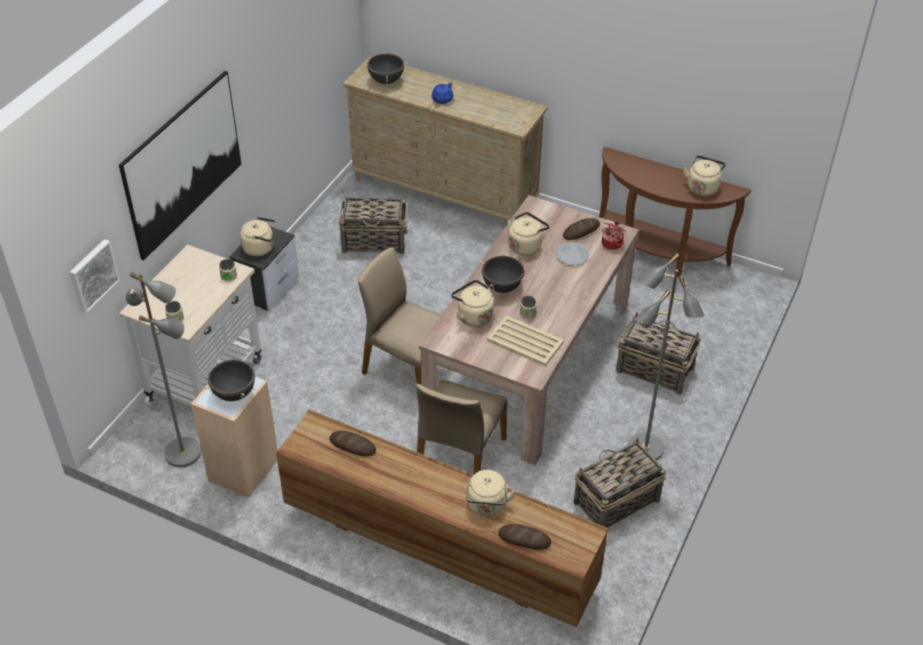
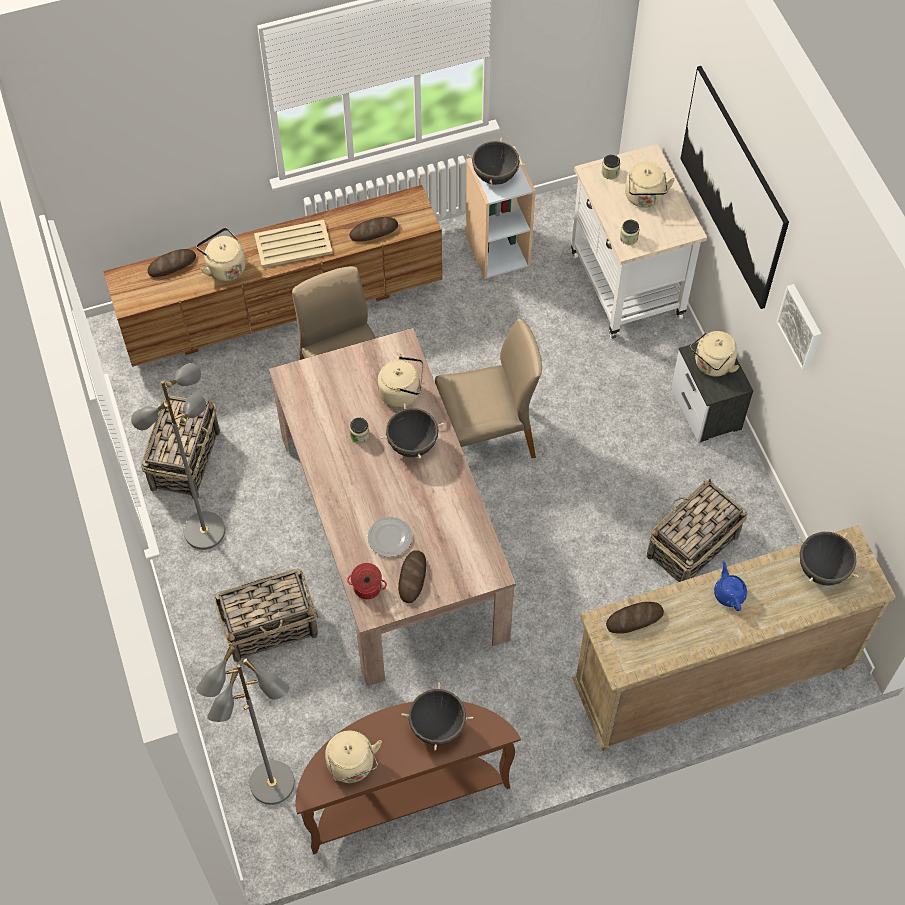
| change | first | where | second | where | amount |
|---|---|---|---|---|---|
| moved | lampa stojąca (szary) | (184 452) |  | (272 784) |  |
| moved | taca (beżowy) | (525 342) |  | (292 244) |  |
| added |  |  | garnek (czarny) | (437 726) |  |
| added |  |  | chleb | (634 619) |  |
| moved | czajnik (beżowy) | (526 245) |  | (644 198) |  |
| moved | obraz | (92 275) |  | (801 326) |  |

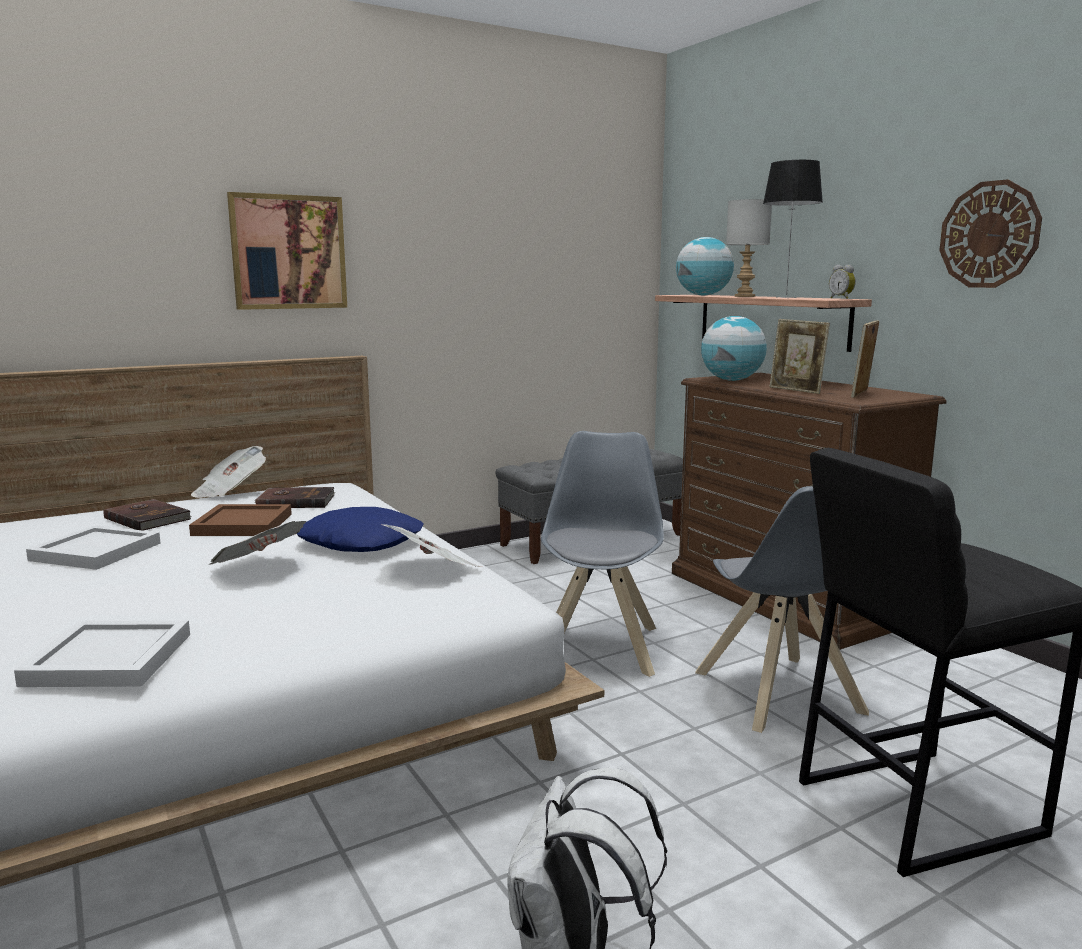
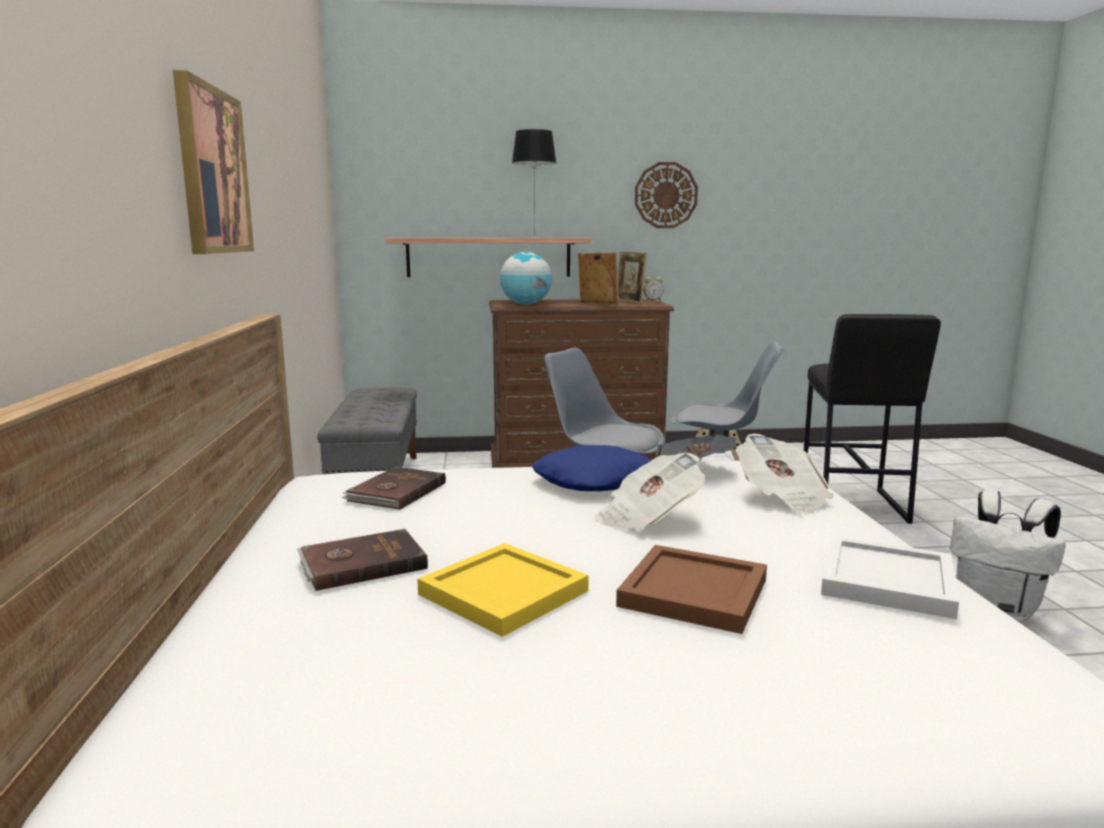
| change | first | where | second | where | amount |
|---|---|---|---|---|---|
| recoloured | taca (biały) | (96 552) | taca (żółty) | (506 592) |  |
| turned | ramka na zdjęcie | (796 390) |  | (597 304) | 135 degrees counterclockwise |
| moved | taca (brązowy) | (242 524) |  | (691 593) |  |
| moved | budzik | (842 298) |  | (652 301) |  |
| moved | gazeta | (230 491) |  | (782 498) |  |
| removed | globus | (703 295) |  |  |  |
| removed | lampa stołowa (szary) | (744 296) |  |  |  |

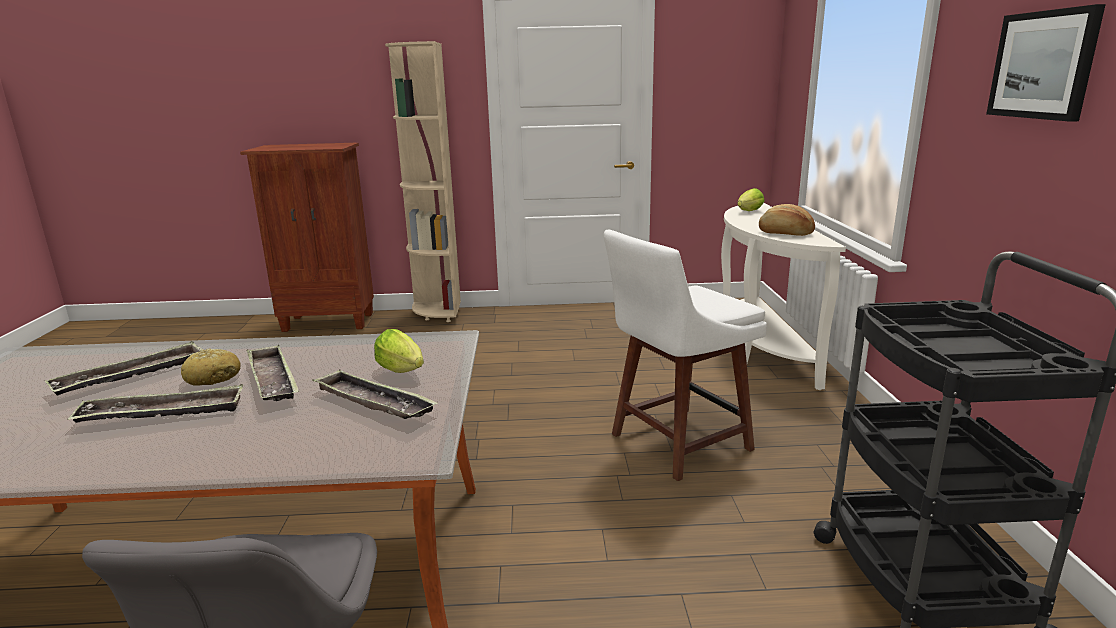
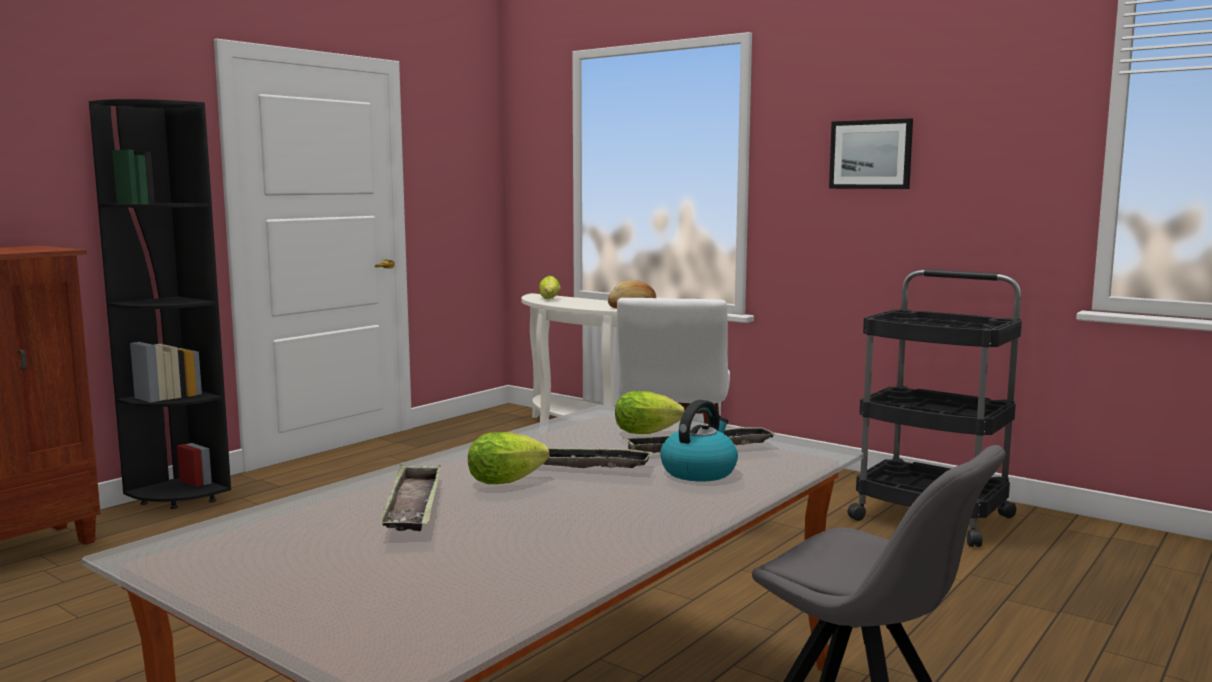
| change | first | where | second | where | amount |
|---|---|---|---|---|---|
| recoloured | regał (beżowy) | (437 316) | regał (czarny) | (179 501) |  |
| replaced | chleb | (213 377) | sałata | (510 481) |  |
| added |  |  | czajnik | (699 471) |  |
| removed | taca | (162 413) |  |  |  |

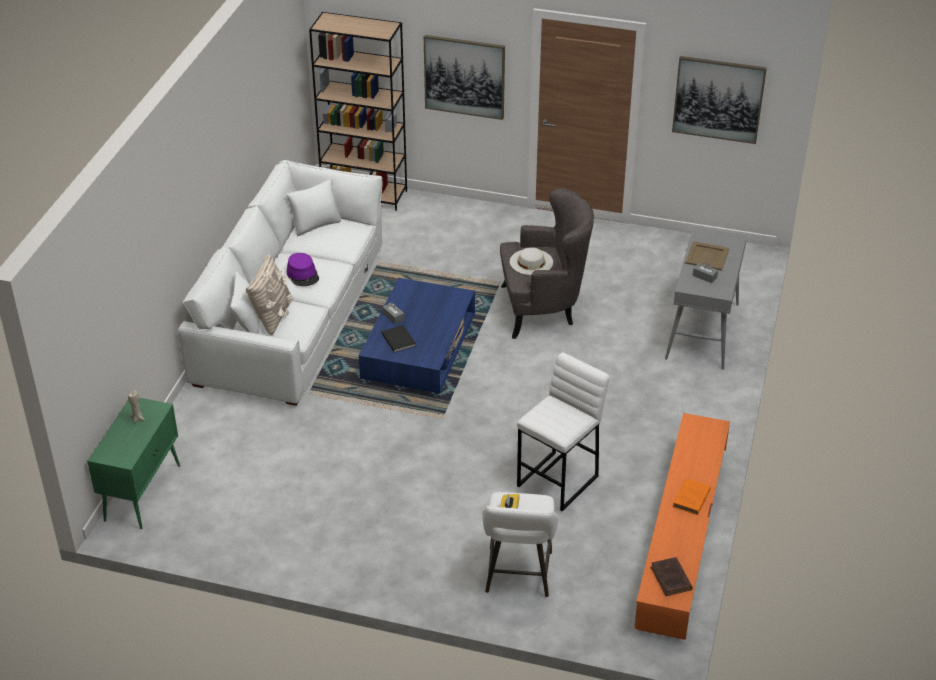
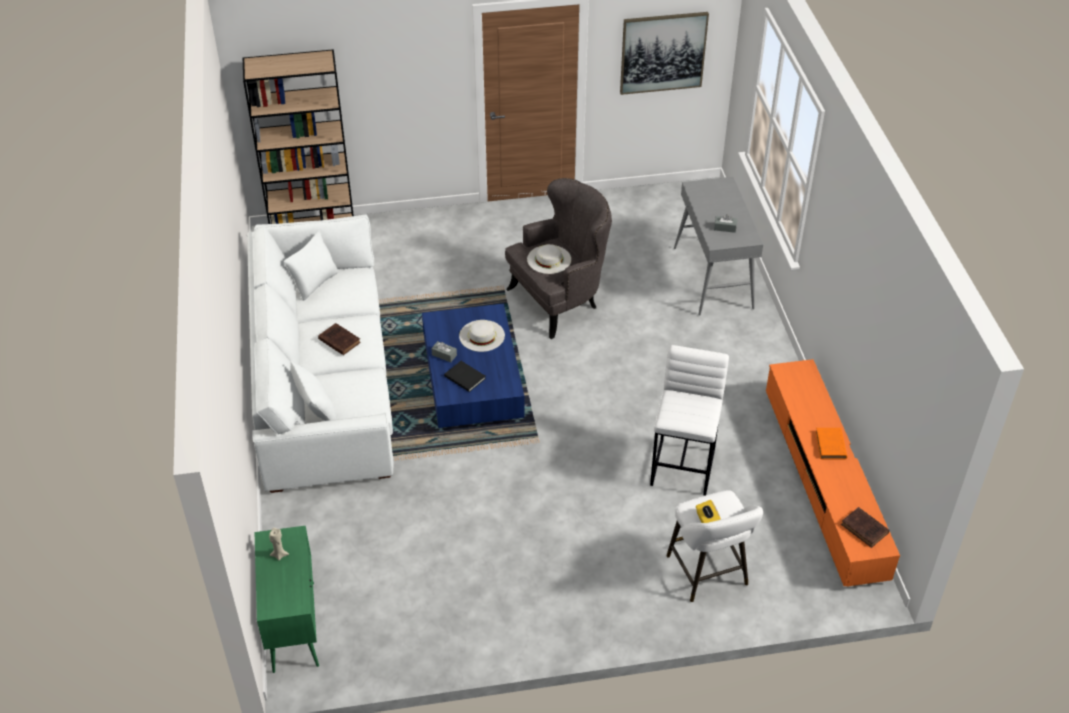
| change | first | where | second | where | amount |
|---|---|---|---|---|---|
| replaced | kapelusz (fioletowy) | (303 275) | książka (brązowy) | (338 340) |  |
| added |  |  | kapelusz (biały) | (482 335) |  |
| removed | poduszka (beżowy) | (273 317) |  |  |  |
| removed | obraz | (464 76) |  |  |  |
| removed | taca (beżowy) | (706 256) |  |  |  |

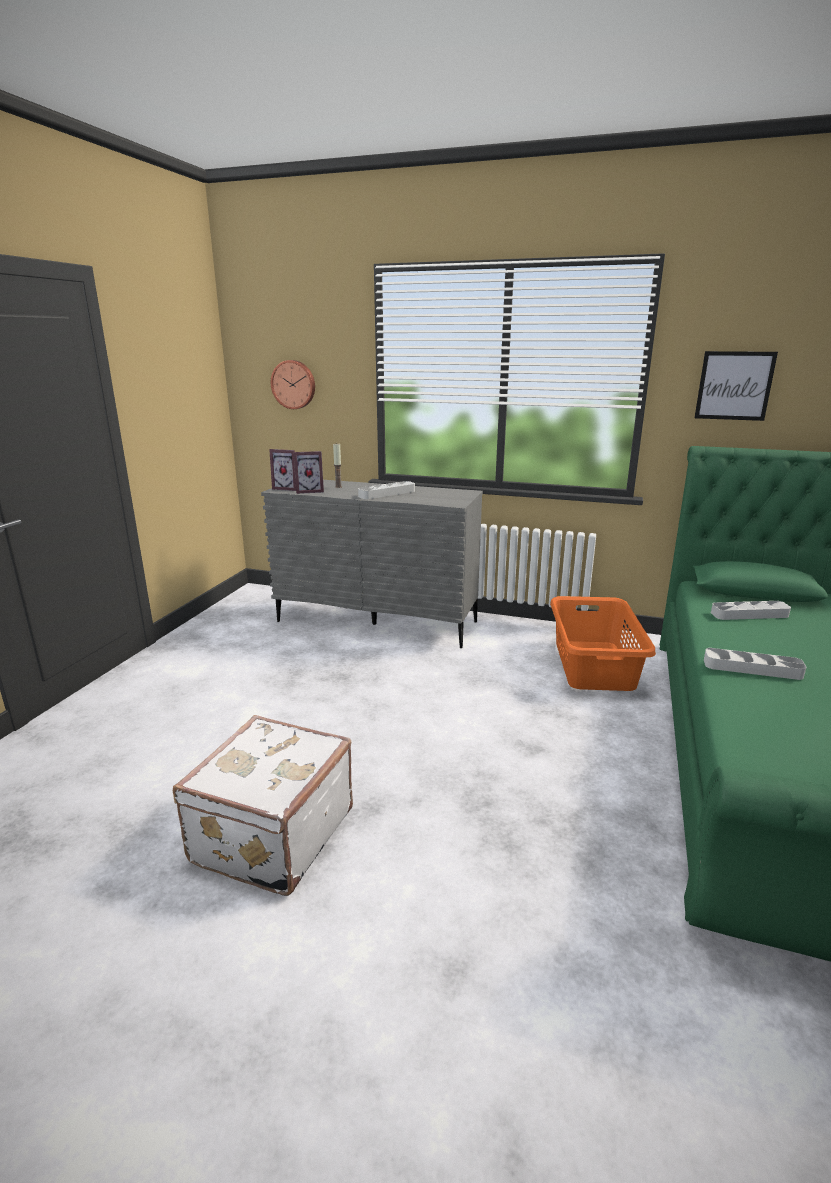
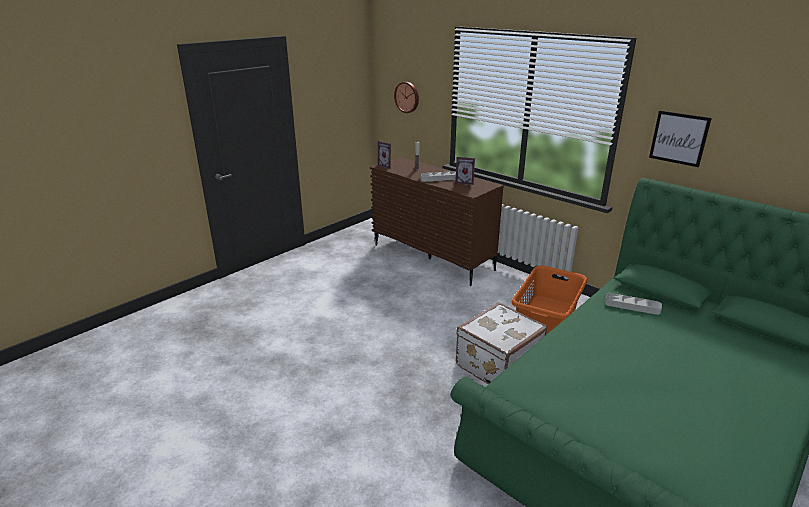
| change | first | where | second | where | amount |
|---|---|---|---|---|---|
| recoloured | komoda (szary) | (376 622) | komoda (brązowy) | (431 258) |  |
| moved | ramka na zdjęcie | (309 491) |  | (464 182) |  |
| moved | walizka (biały) | (271 835) |  | (496 364) |  |
| removed | taca (szary) | (752 668) |  |  |  |

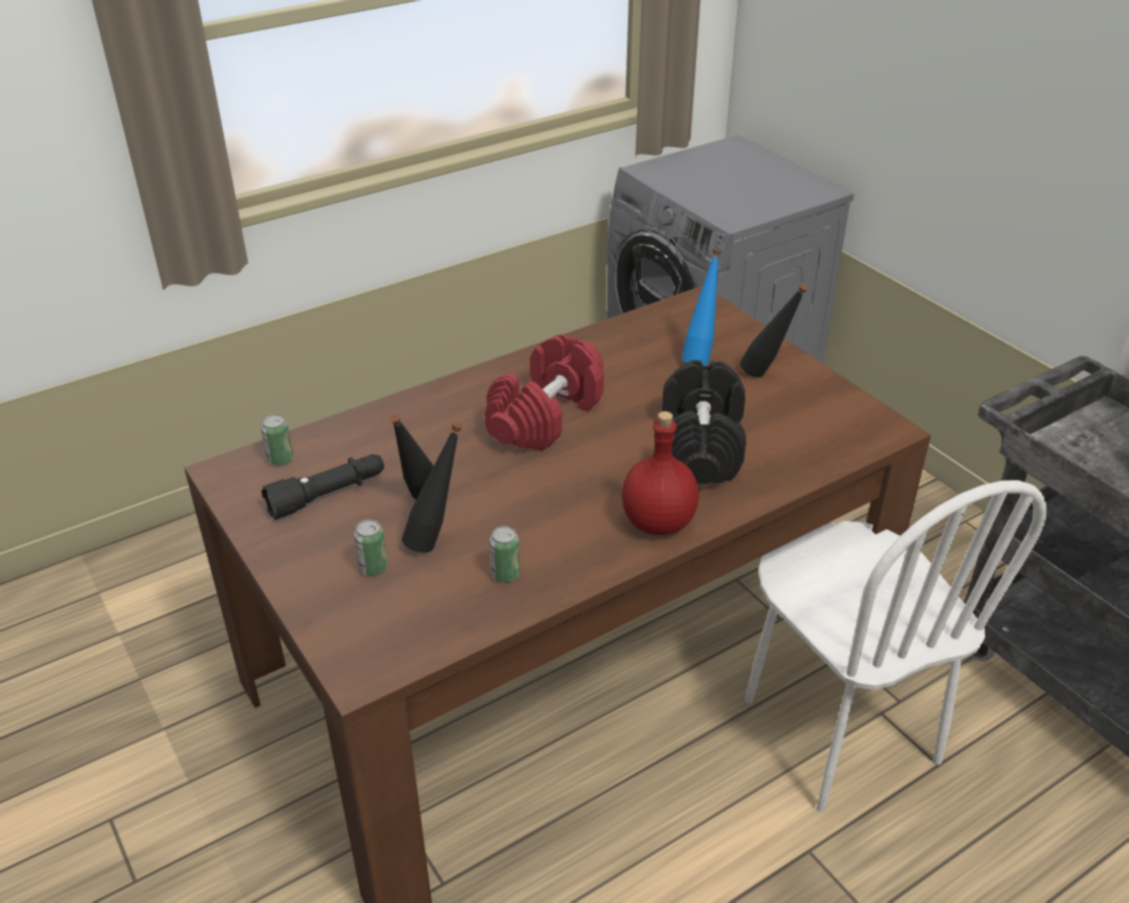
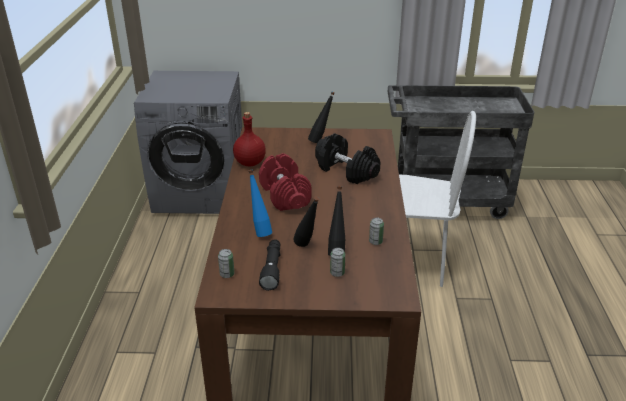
| change | first | where | second | where | amount |
|---|---|---|---|---|---|
| moved | butelka (czerwony) | (658 521) |  | (249 162) |  |
| moved | butelka (niebieski) | (700 357) |  | (260 231) |  |

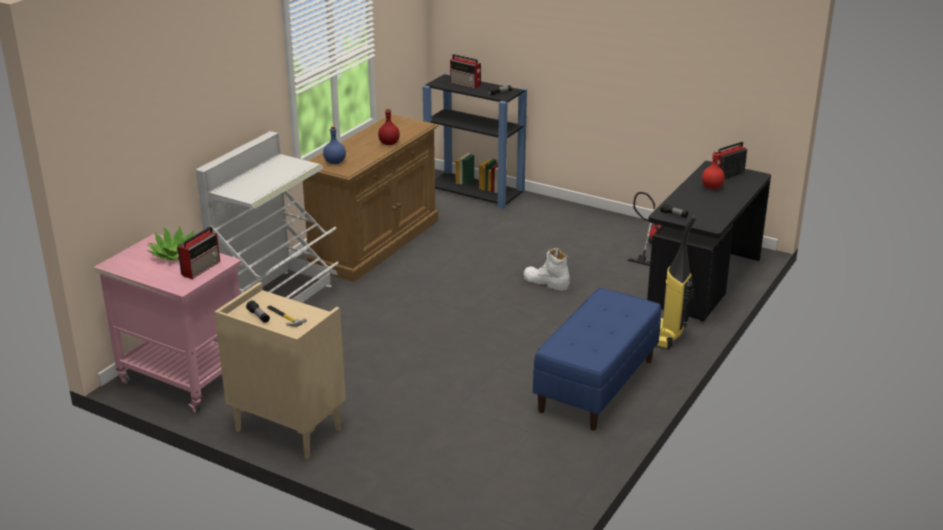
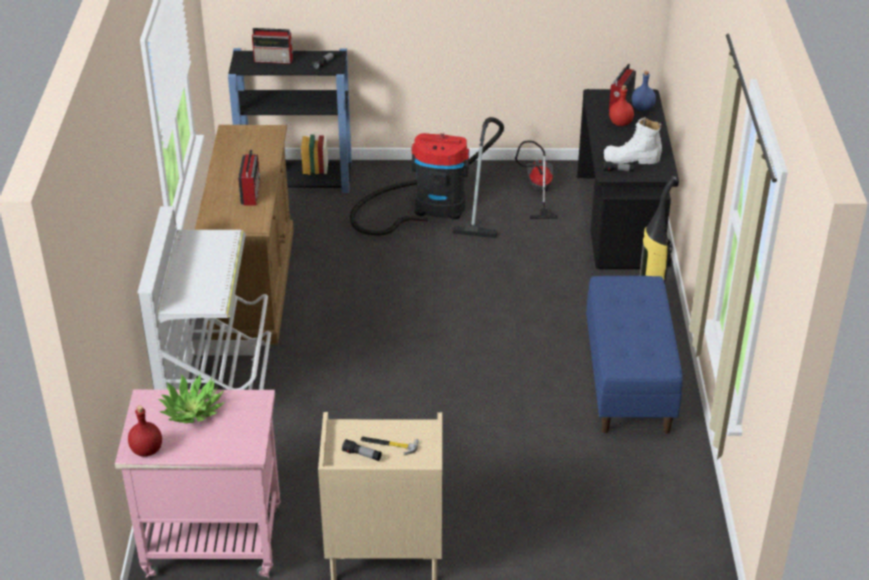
| change | first | where | second | where | amount |
|---|---|---|---|---|---|
| moved | butelka (czerwony) | (389 143) |  | (147 450) |  |
| moved | radio | (201 268) |  | (251 192) |  |
| added |  |  | odkurzacz | (433 207) |  |
| moved | but z cholewką (biały) | (546 282) |  | (631 159) |  |
| moved | butelka (niebieski) | (334 162) |  | (642 108) |  |

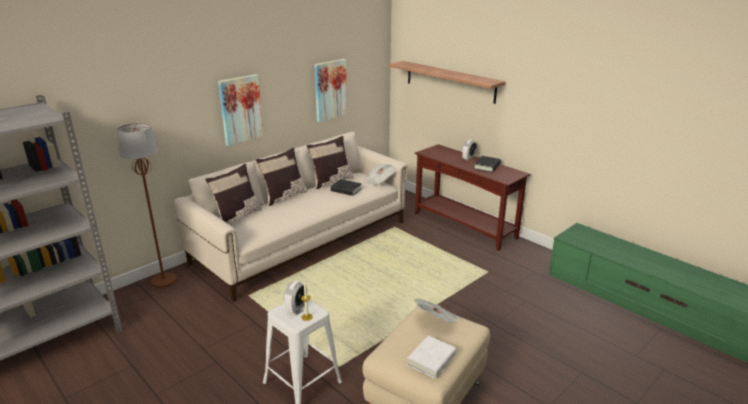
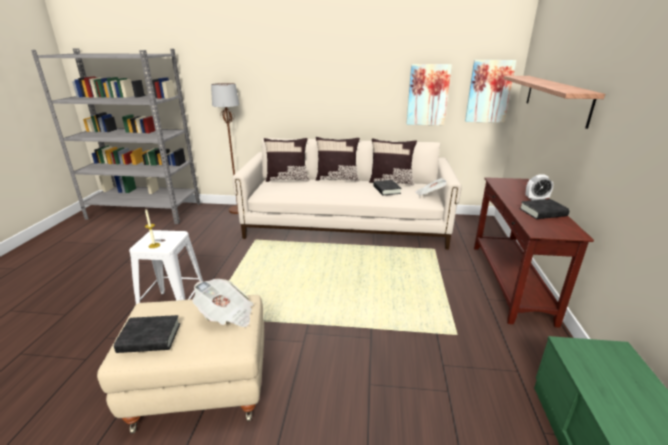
| change | first | where | second | where | amount |
|---|---|---|---|---|---|
| recoloured | książka (biały) | (431 360) | książka (czarny) | (149 338) |  |
| moved | obraz | (240 109) |  | (489 91) |  |
| removed | budzik | (296 308) |  |  |  |

